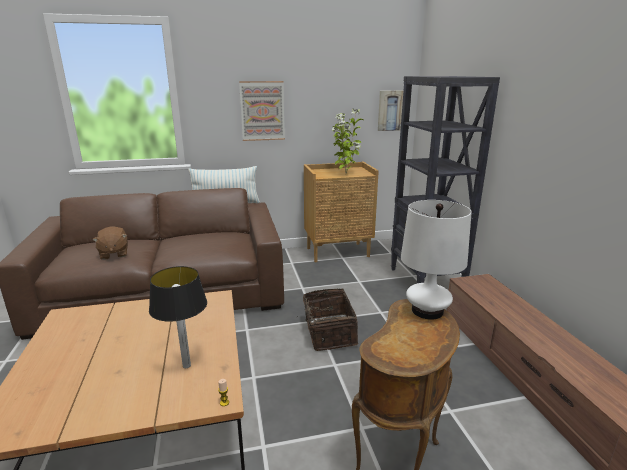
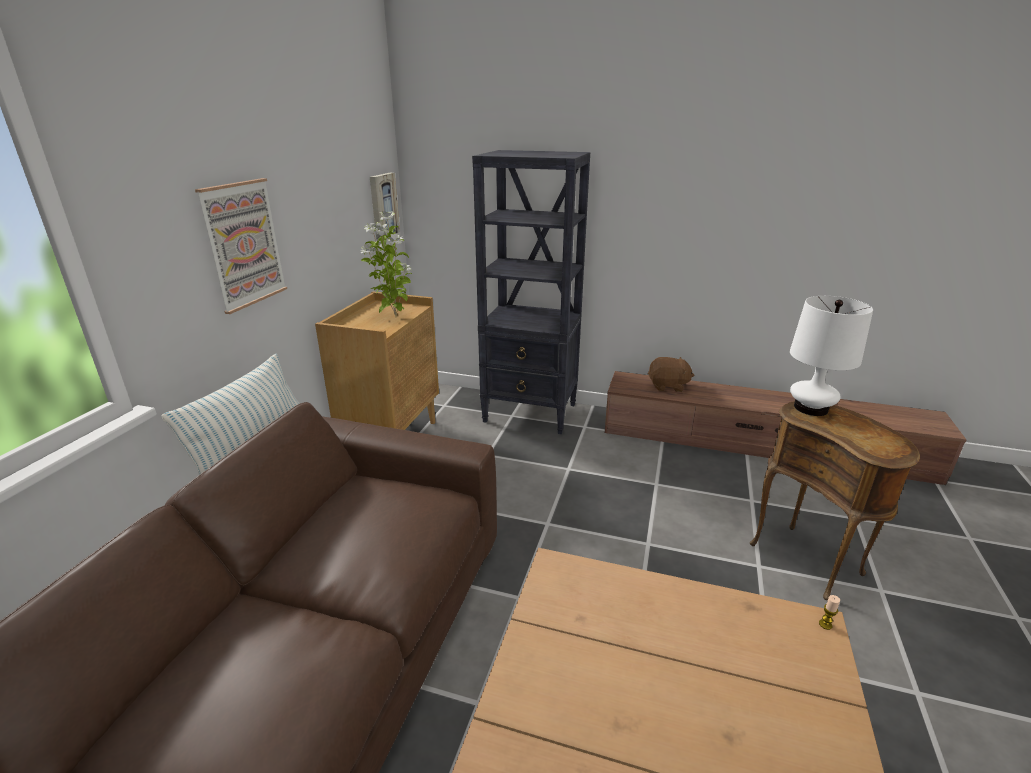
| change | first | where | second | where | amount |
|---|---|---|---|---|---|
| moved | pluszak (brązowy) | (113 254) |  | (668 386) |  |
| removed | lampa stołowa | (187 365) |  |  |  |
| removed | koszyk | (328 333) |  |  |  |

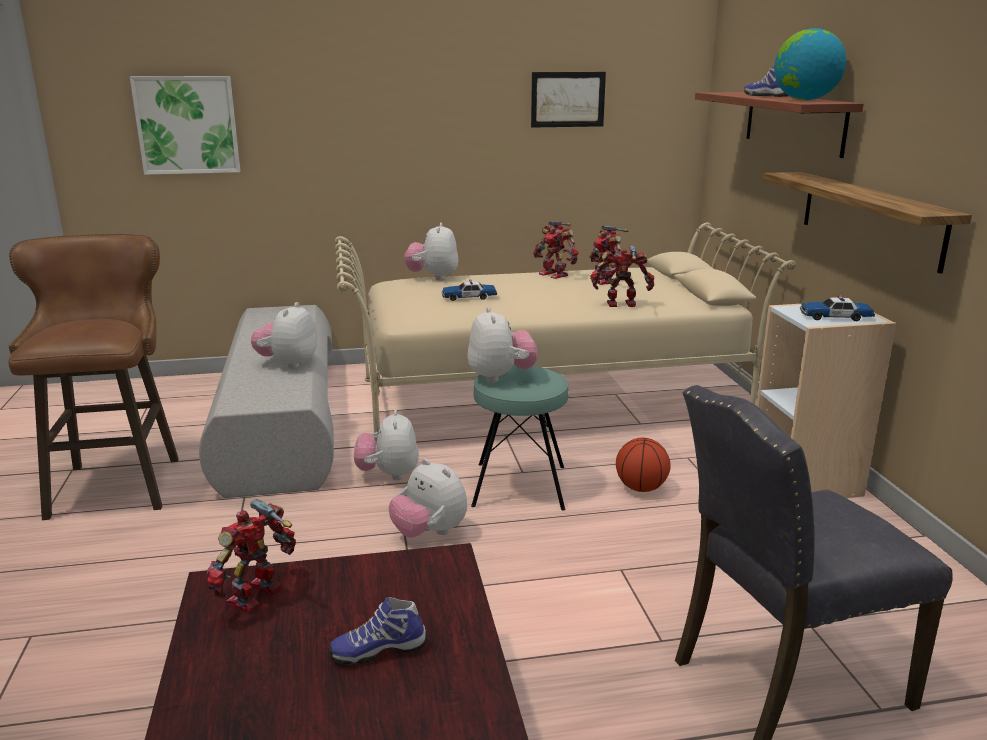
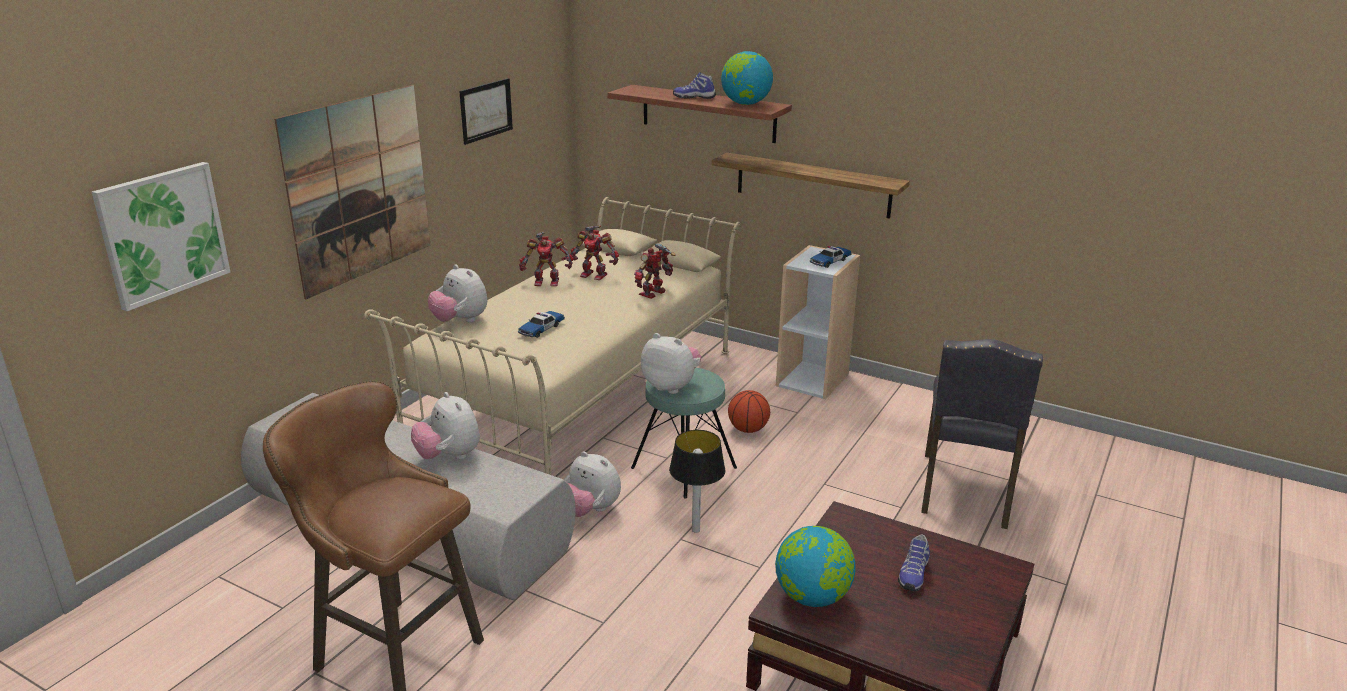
| change | first | where | second | where | amount |
|---|---|---|---|---|---|
| added |  |  | obraz | (359 188) |  |
| replaced | pluszak | (429 533) | lampa stołowa | (696 529) |  |
| replaced | robot zabawkowy | (258 596) | globus | (812 597) |  |

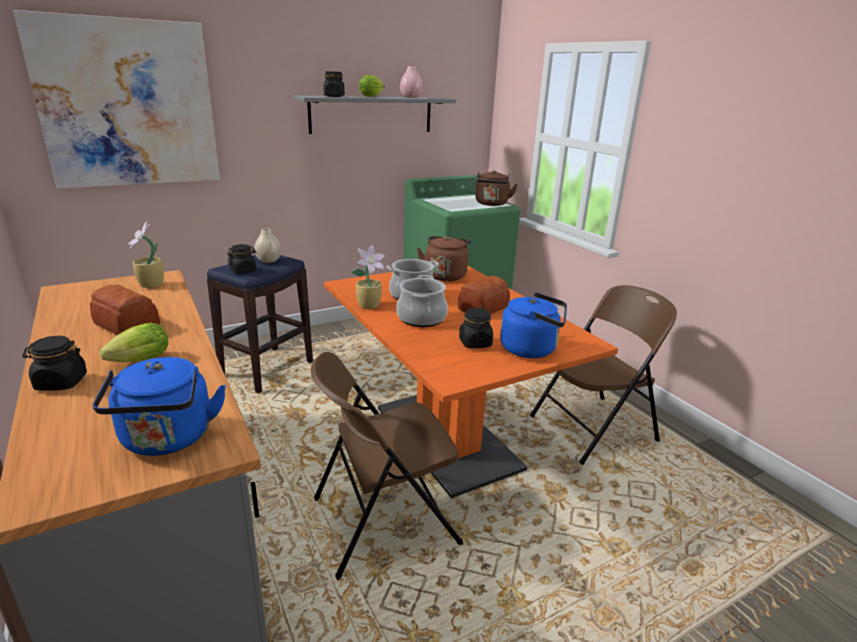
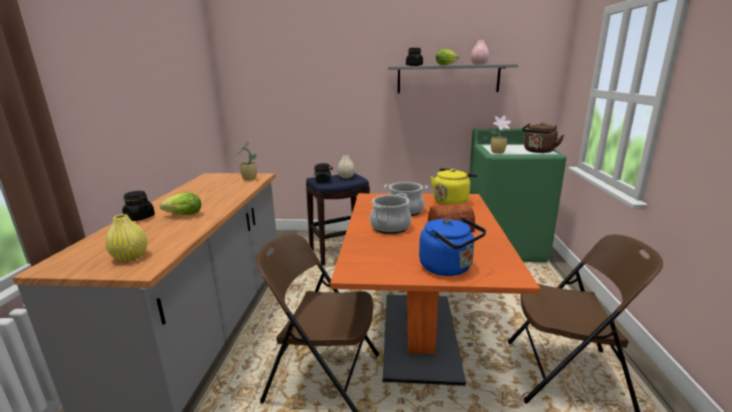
| change | first | where | second | where | amount |
|---|---|---|---|---|---|
| replaced | czajnik (niebieski) | (167 440) | wazon (żółty) | (130 257) |  |
| recoloured | czajnik (brązowy) | (445 275) | czajnik (żółty) | (451 201) |  |
| moved | roślina doniczkowa | (370 305) |  | (498 152) |  |
| removed | obraz | (129 105) |  |  |  |
| removed | chleb | (126 325) |  |  |  |
| removed | słoik (czarny) | (475 343) |  |  |  |

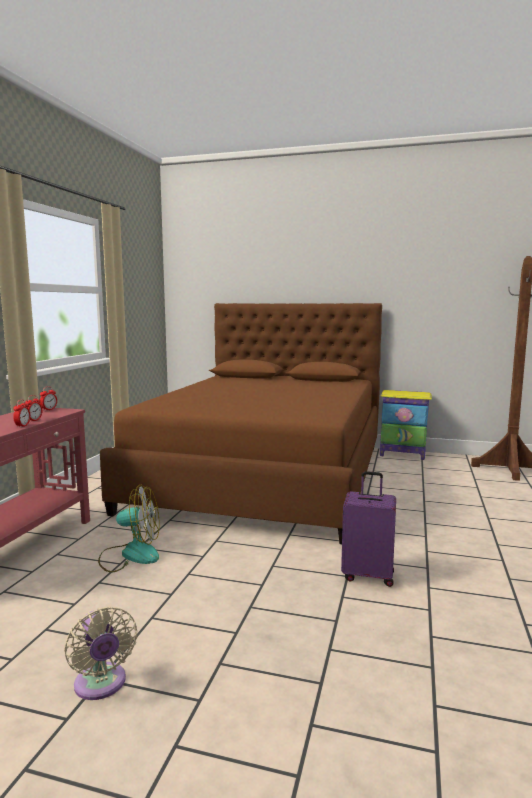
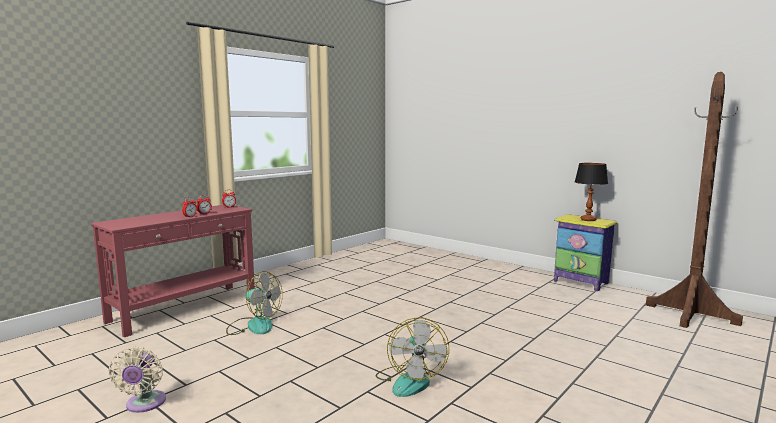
| change | first | where | second | where | amount |
|---|---|---|---|---|---|
| replaced | walizka (fioletowy) | (368 575) | wentylator | (410 380) |  |
| added |  |  | lampa stołowa | (588 220) |  |
| removed | łóżko (brązowy) | (265 476) |  |  |  |

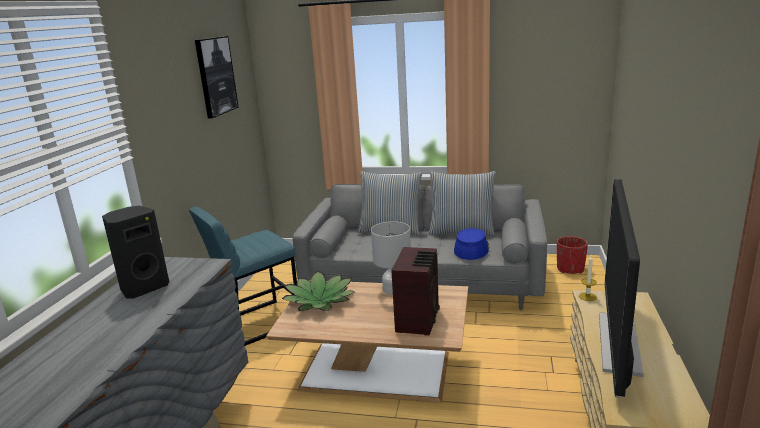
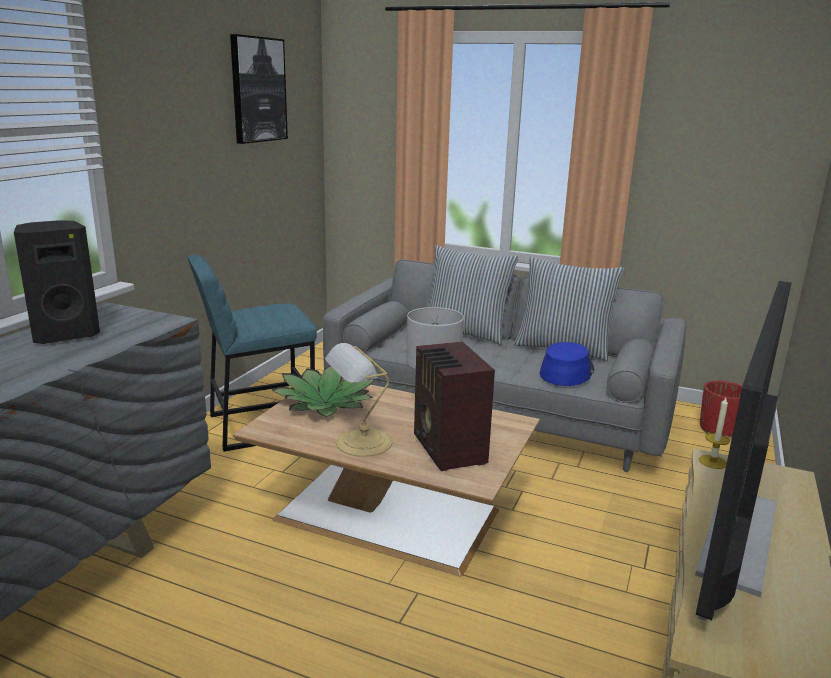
| change | first | where | second | where | amount |
|---|---|---|---|---|---|
| added |  |  | lampa stołowa | (361 443) |  |
| turned | radio | (418 319) |  | (448 450) | 135 degrees clockwise |

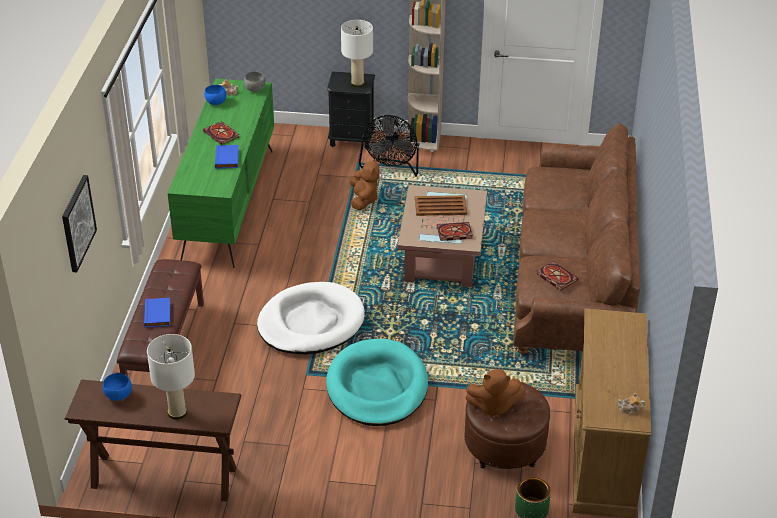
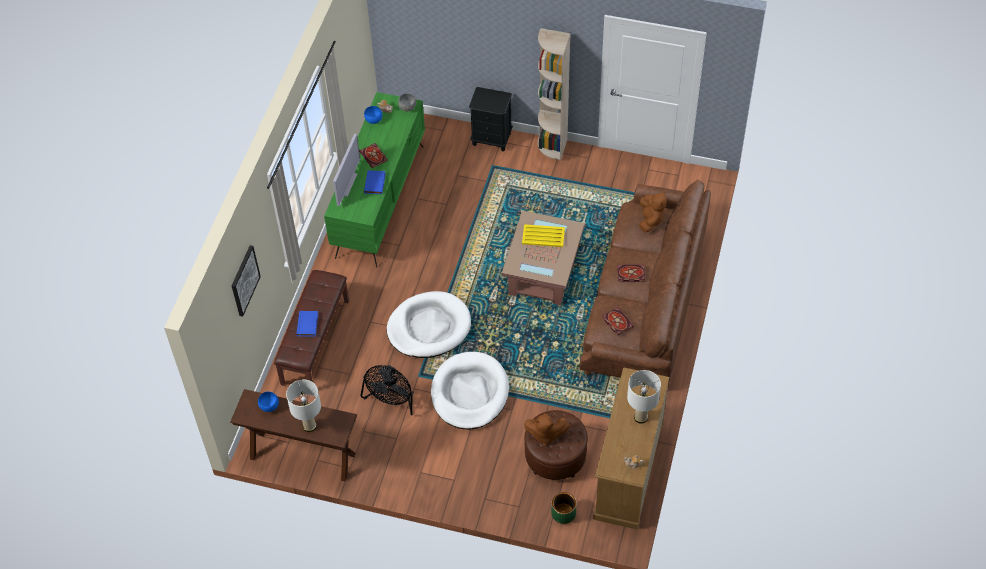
| change | first | where | second | where | amount |
|---|---|---|---|---|---|
| added |  |  | telewizor | (347 184) |  |
| moved | wentylator (czarny) | (389 166) |  | (390 397) |  |
| recoloured | legowisko (turkusowy) | (377 387) | legowisko (biały) | (470 393) |  |
| recoloured | taca (brązowy) | (441 206) | taca (żółty) | (543 236) |  |
| moved | książka | (453 233) |  | (630 274) |  |
| moved | lampa stołowa (biały) | (357 84) |  | (641 417) |  |
| moved | pluszak (brązowy) | (363 200) |  | (650 220) |  |

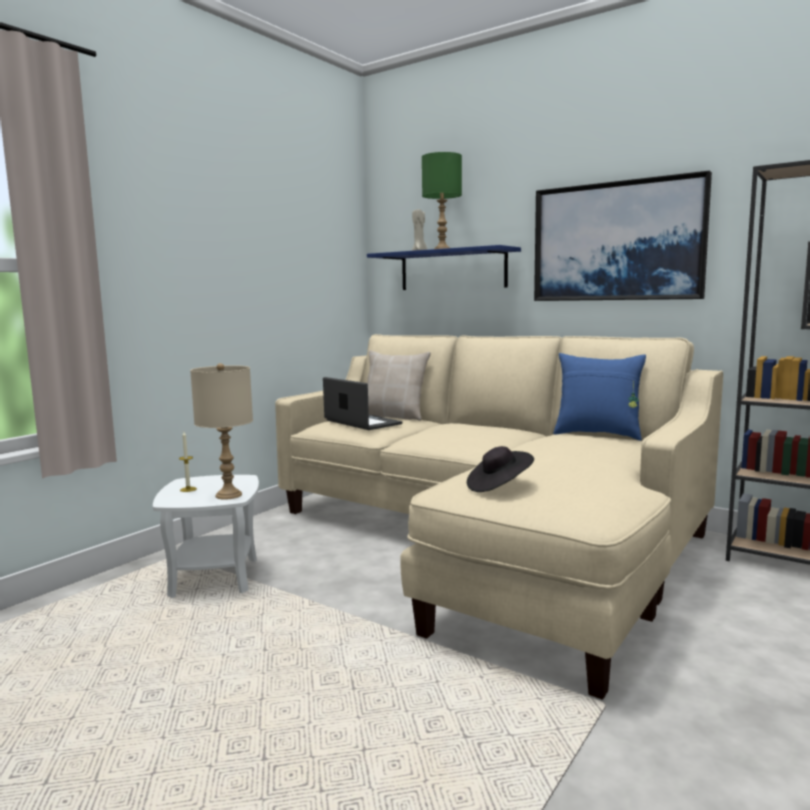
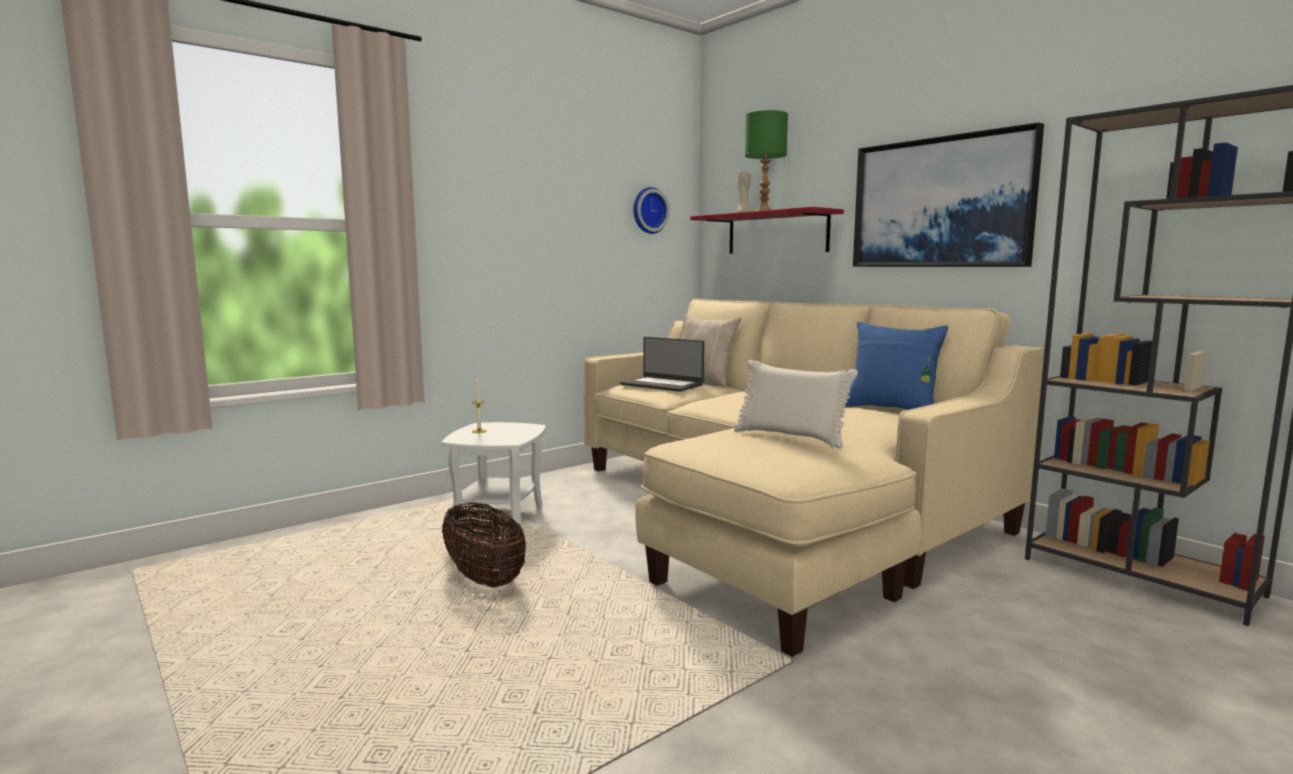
| change | first | where | second | where | amount |
|---|---|---|---|---|---|
| added |  |  | koszyk | (484 578) |  |
| turned | laptop | (361 422) |  | (662 385) | 150 degrees clockwise |
| added |  |  | zegar ścienny | (648 210) |  |
| recoloured | półka (niebieski) | (452 270) | półka (czerwony) | (777 233) |  |
| added |  |  | poduszka (biały) | (791 438) |  |
| removed | lampa stołowa (beżowy) | (229 495) |  |  |  |
| removed | kapelusz (czarny) | (499 486) |  |  |  |

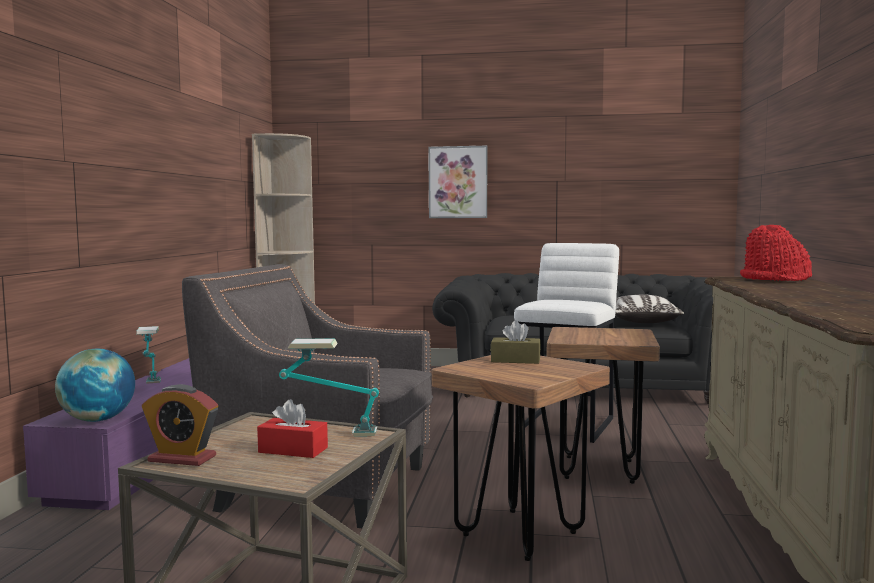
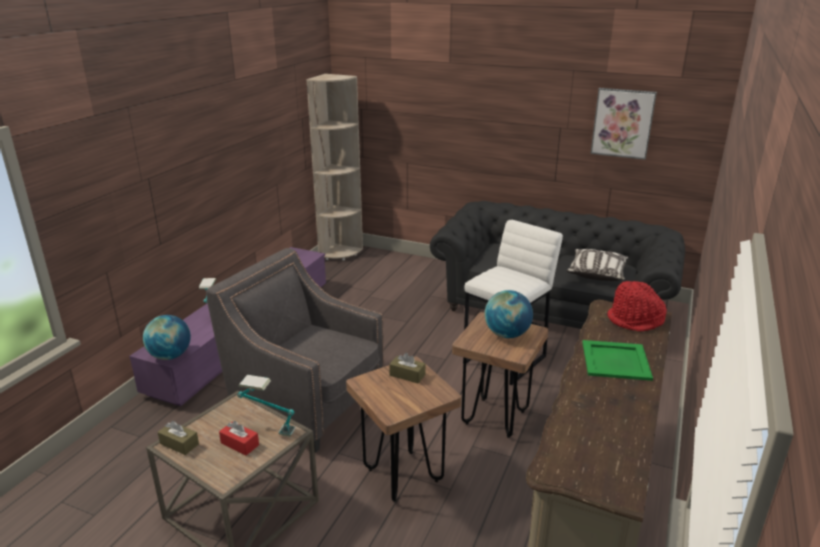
| change | first | where | second | where | amount |
|---|---|---|---|---|---|
| replaced | budzik | (182 458) | pudełko chusteczek (brązowy) | (179 444) |  |
| added |  |  | globus | (507 334) |  |
| added |  |  | taca (zielony) | (615 360) |  |
| moved | obraz | (458 182) |  | (622 123) |  |

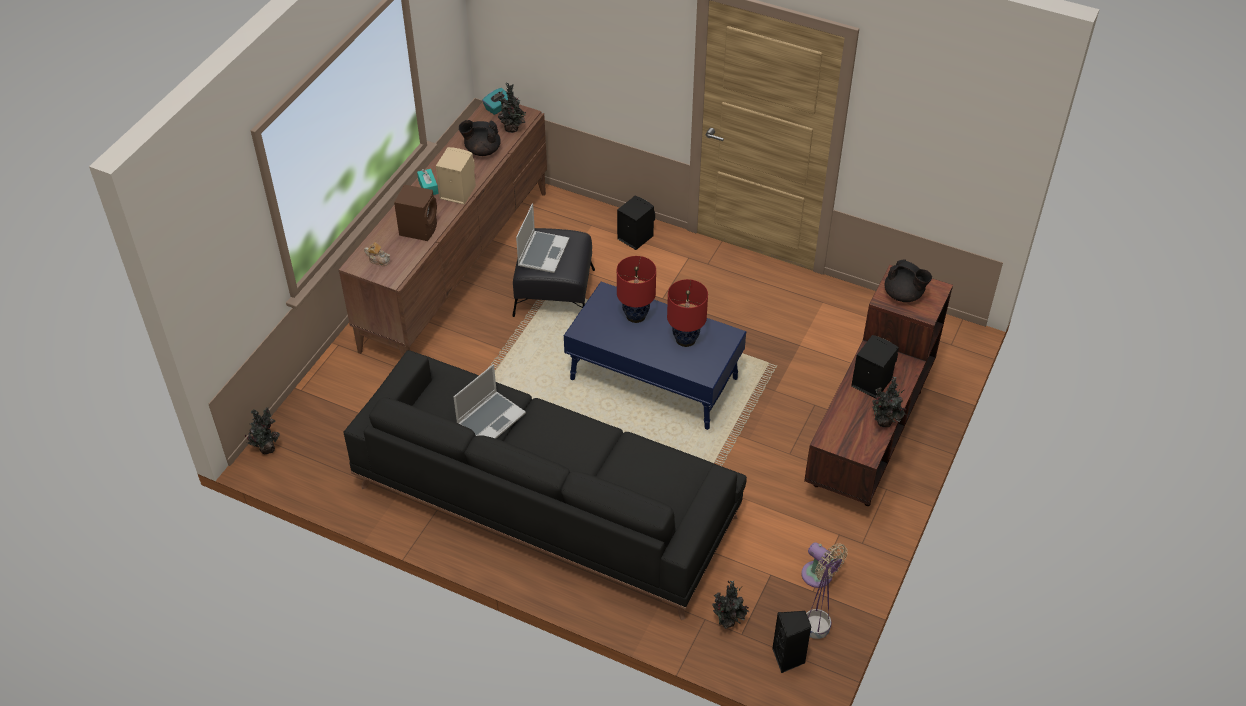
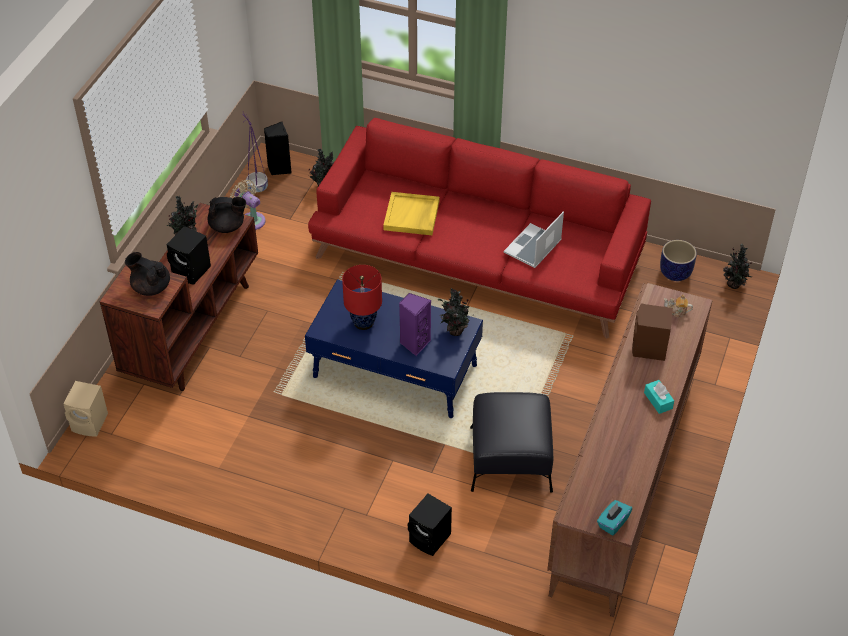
| change | first | where | second | where | amount |
|---|---|---|---|---|---|
| moved | głośnik (beżowy) | (456 192) |  | (91 423) |  |
| moved | imbryk (czarny) | (482 150) |  | (228 226) |  |
| recoloured | kanapa (czarny) | (547 501) | kanapa (czerwony) | (477 259) |  |
| added |  |  | taca (żółty) | (412 216) |  |
| replaced | lampa stołowa (czerwony) | (636 315) | głośnik (fioletowy) | (414 343) |  |
| moved | roślina doniczkowa | (513 129) |  | (454 331) |  |
| added |  |  | donica | (675 273) |  |
| removed | laptop | (543 252) |  |  |  |

